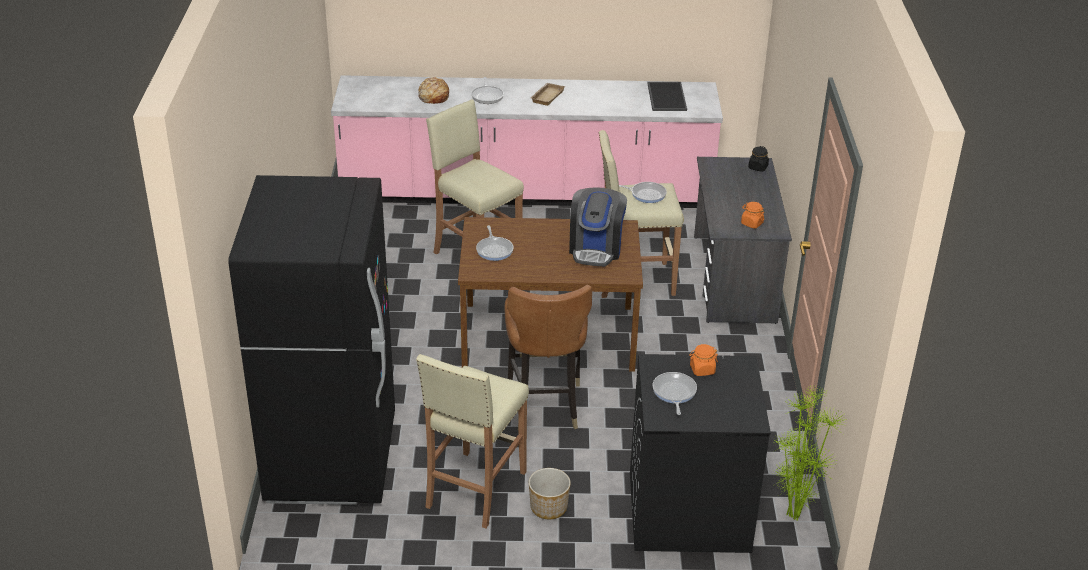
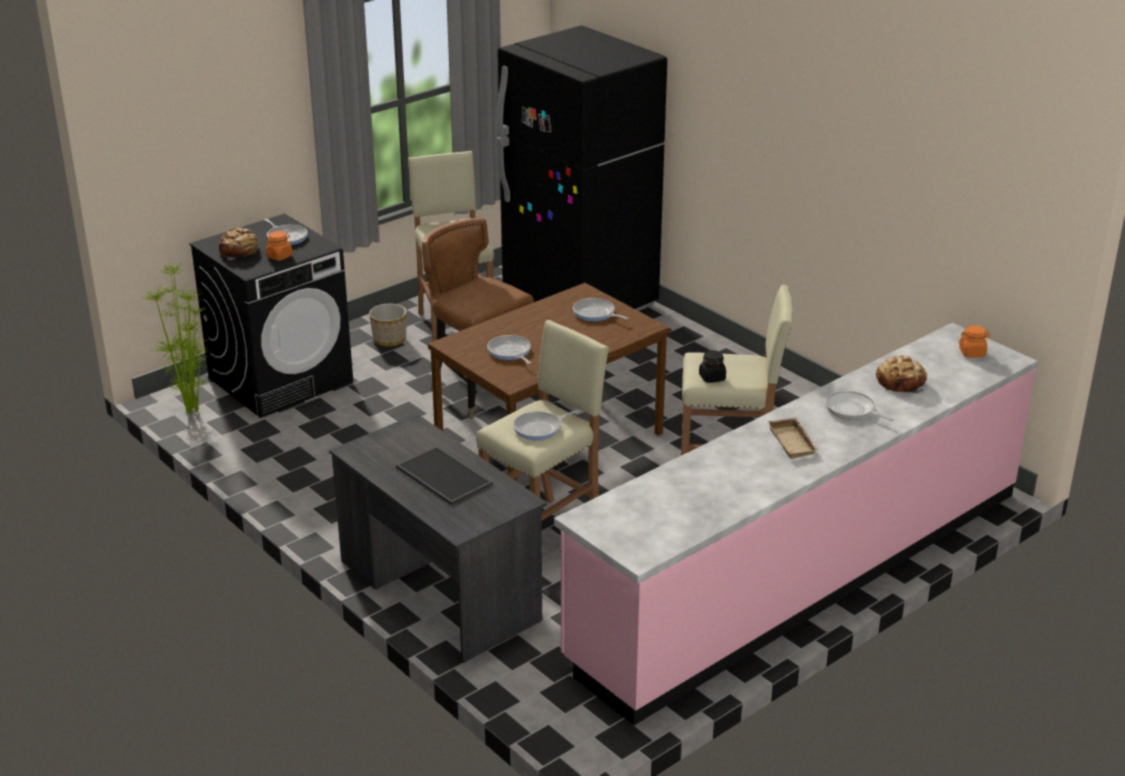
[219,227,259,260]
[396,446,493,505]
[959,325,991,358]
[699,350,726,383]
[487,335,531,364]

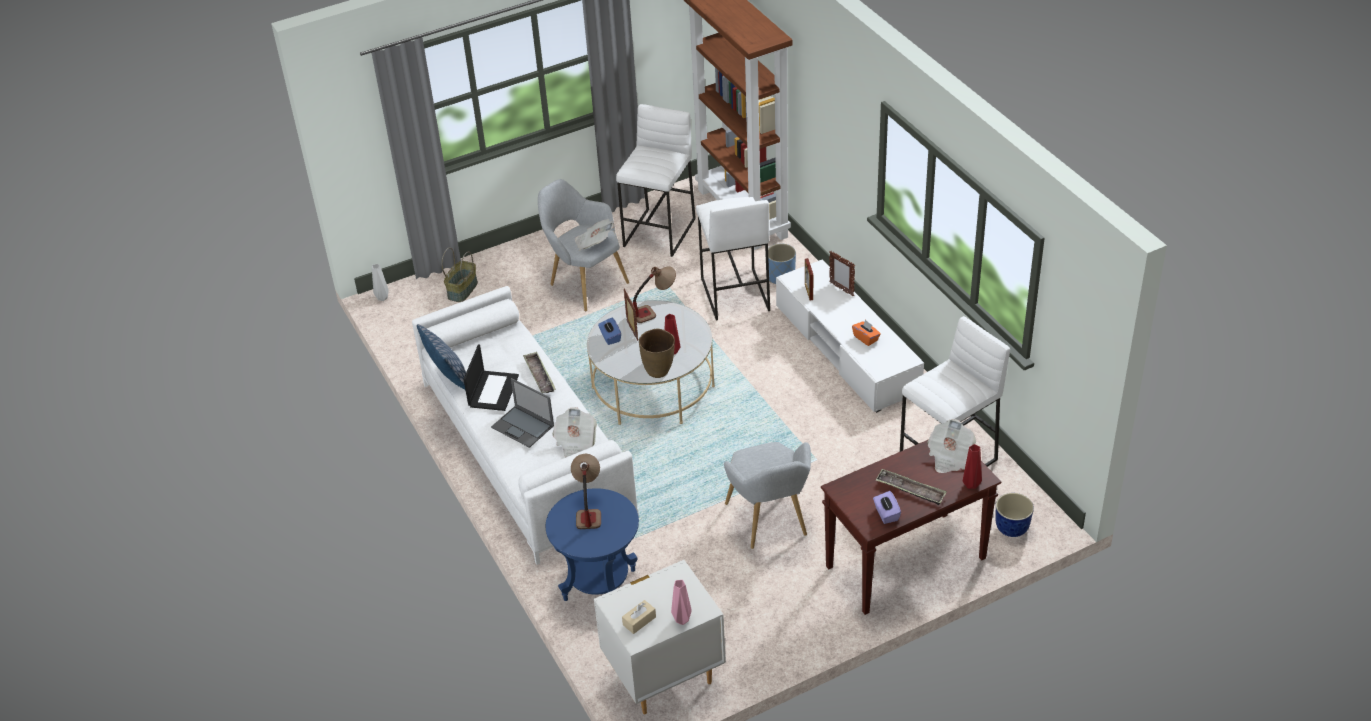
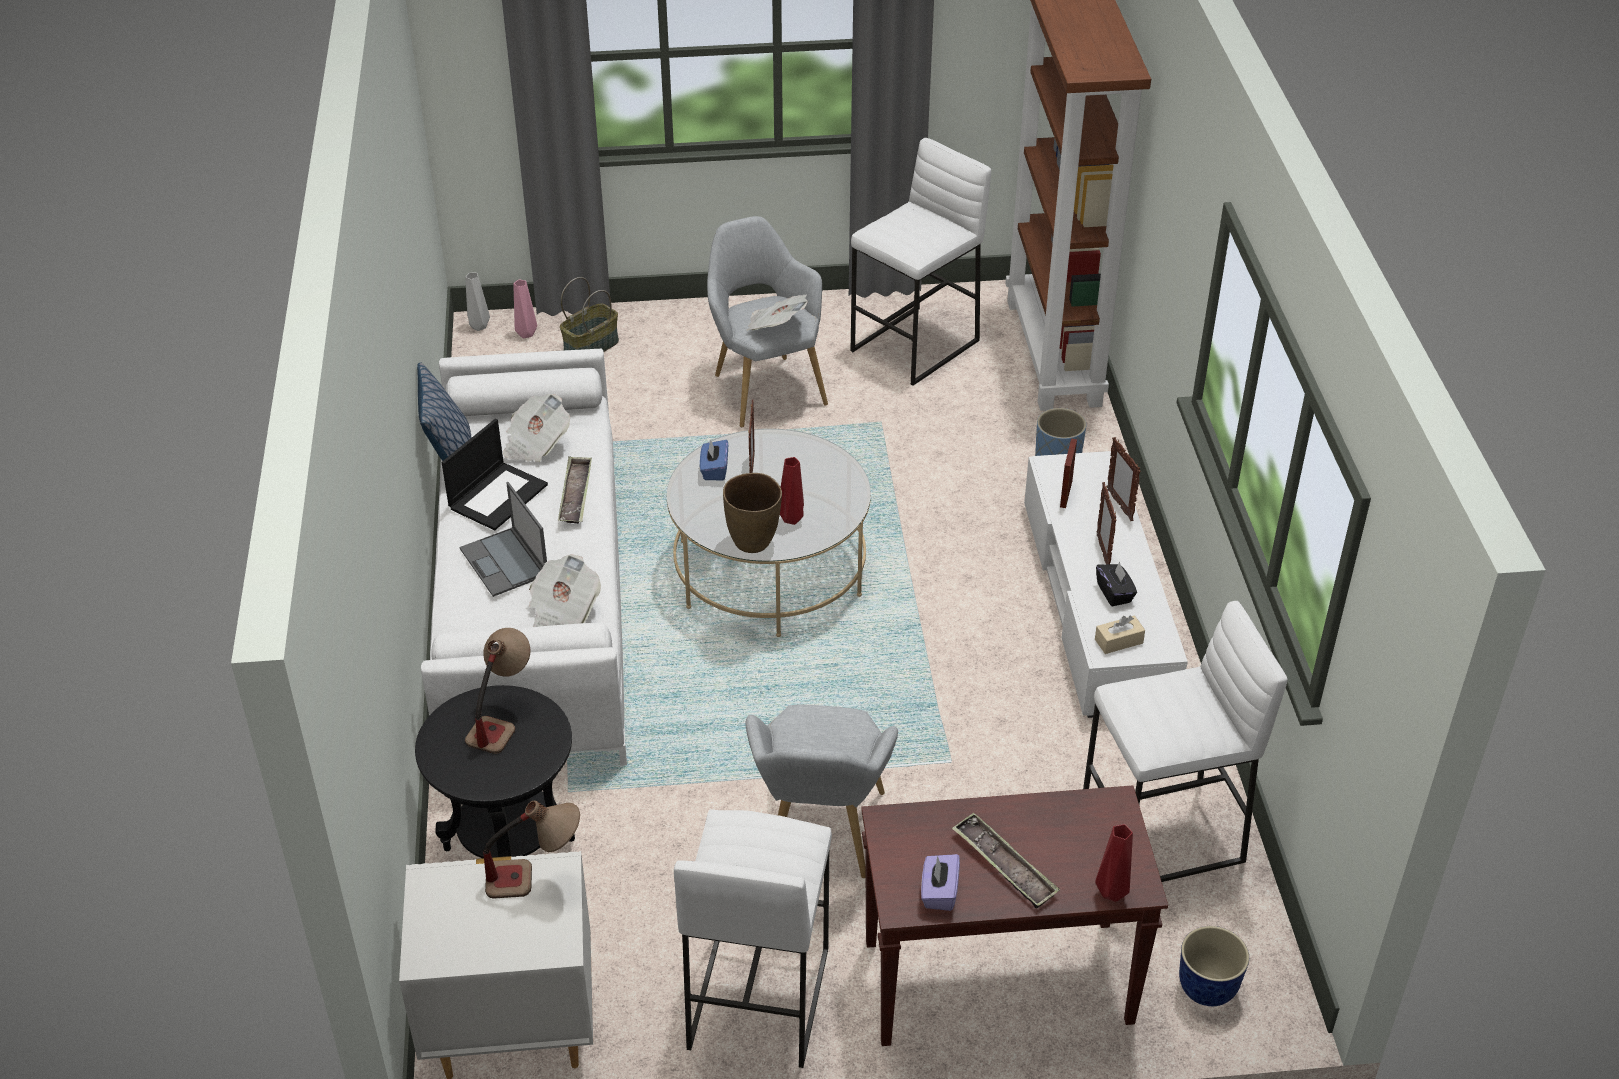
[1097,482,1117,564]
[1095,616,1145,654]
[483,800,580,899]
[513,280,537,338]
[674,809,832,1068]
[503,394,570,463]
[415,685,575,858]
[1096,562,1137,606]

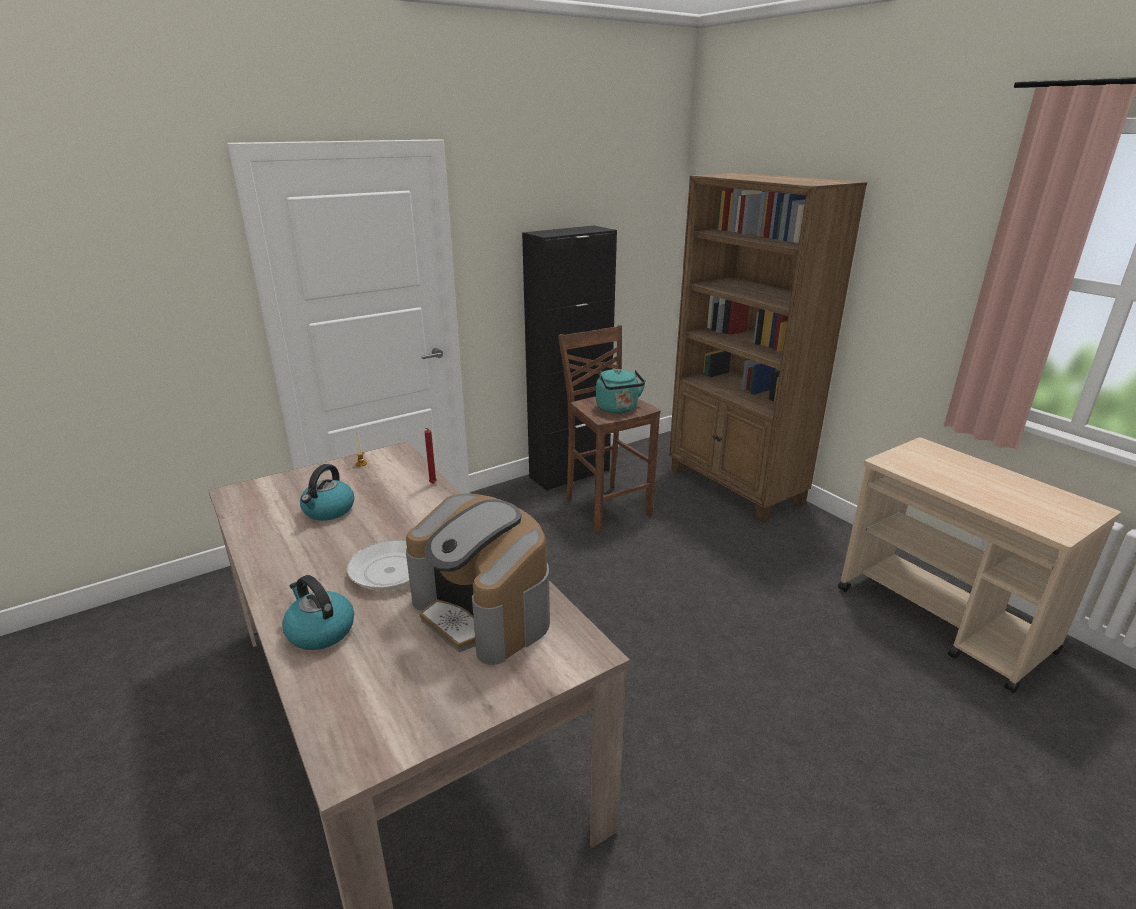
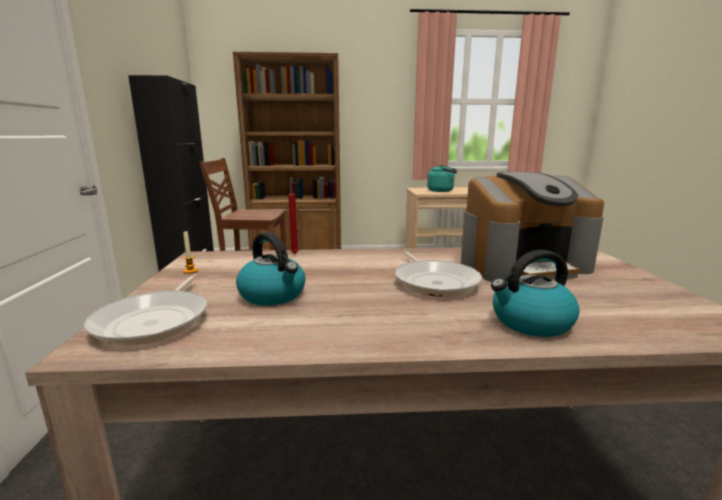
[84,274,207,346]
[427,165,457,192]

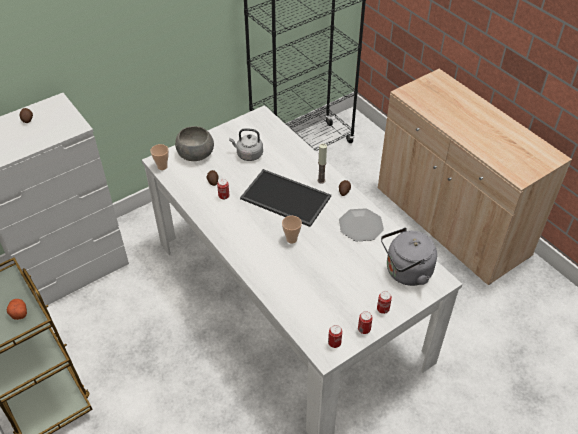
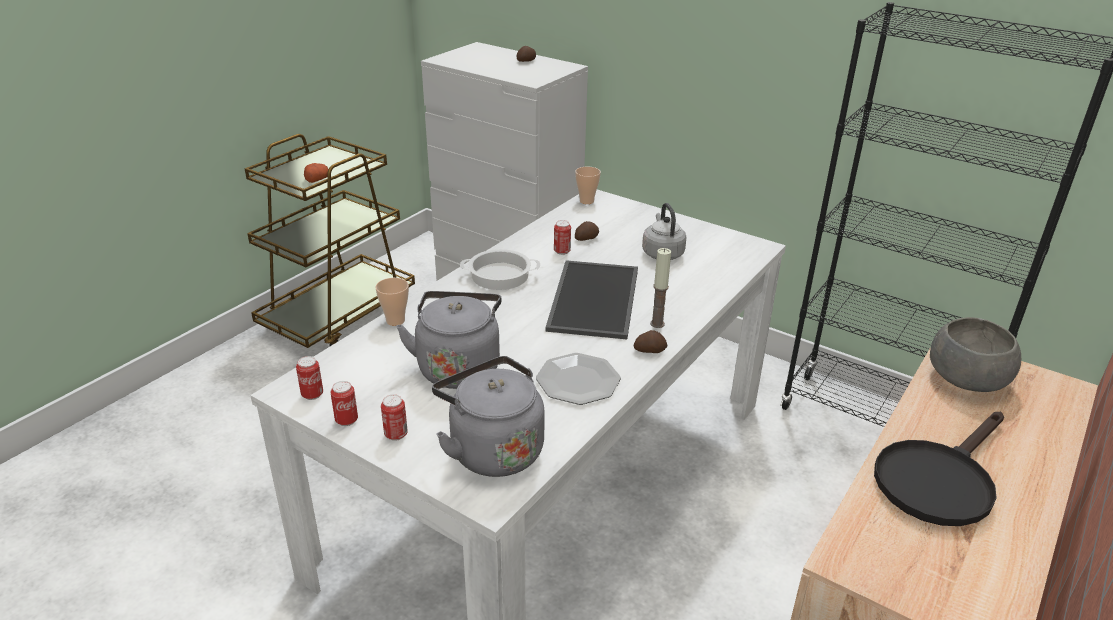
[396,291,502,389]
[460,249,541,290]
[874,412,1004,526]
[930,317,1021,392]
[375,278,409,326]

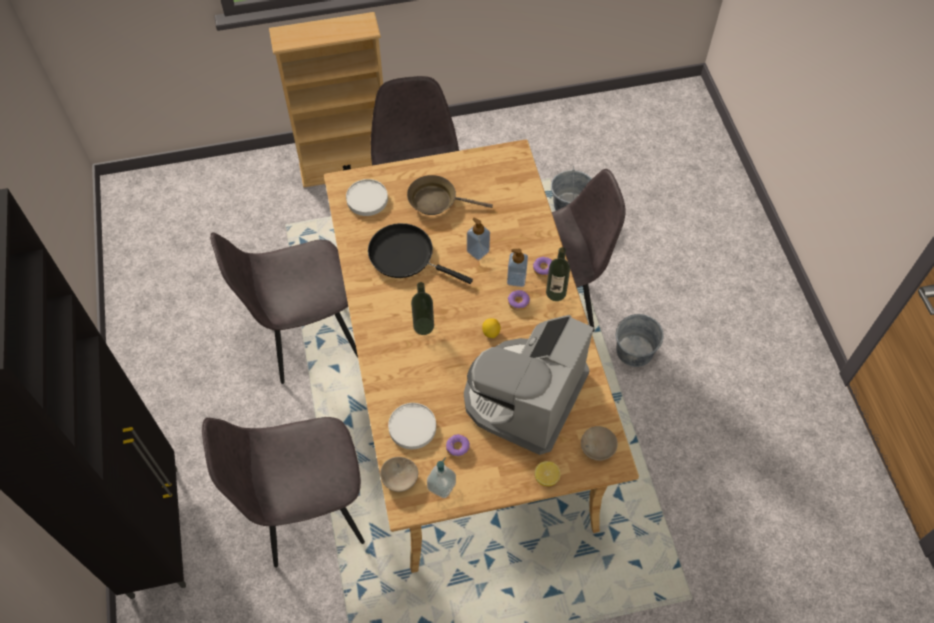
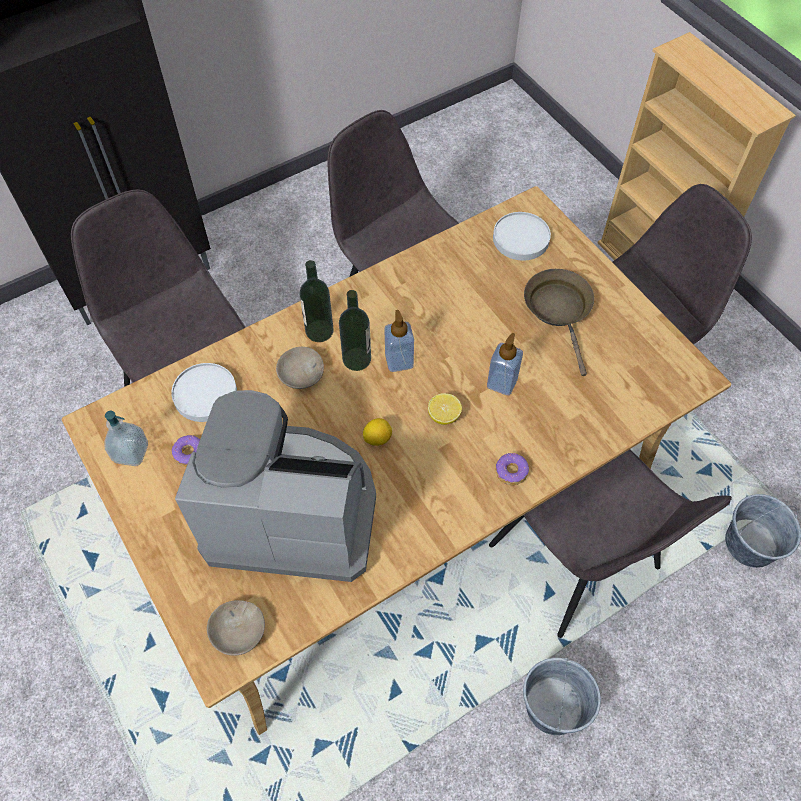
[368,223,473,284] (first image)
[508,290,530,311] (first image)
[276,347,324,389]
[384,310,414,372]
[428,393,462,425]
[299,260,334,342]

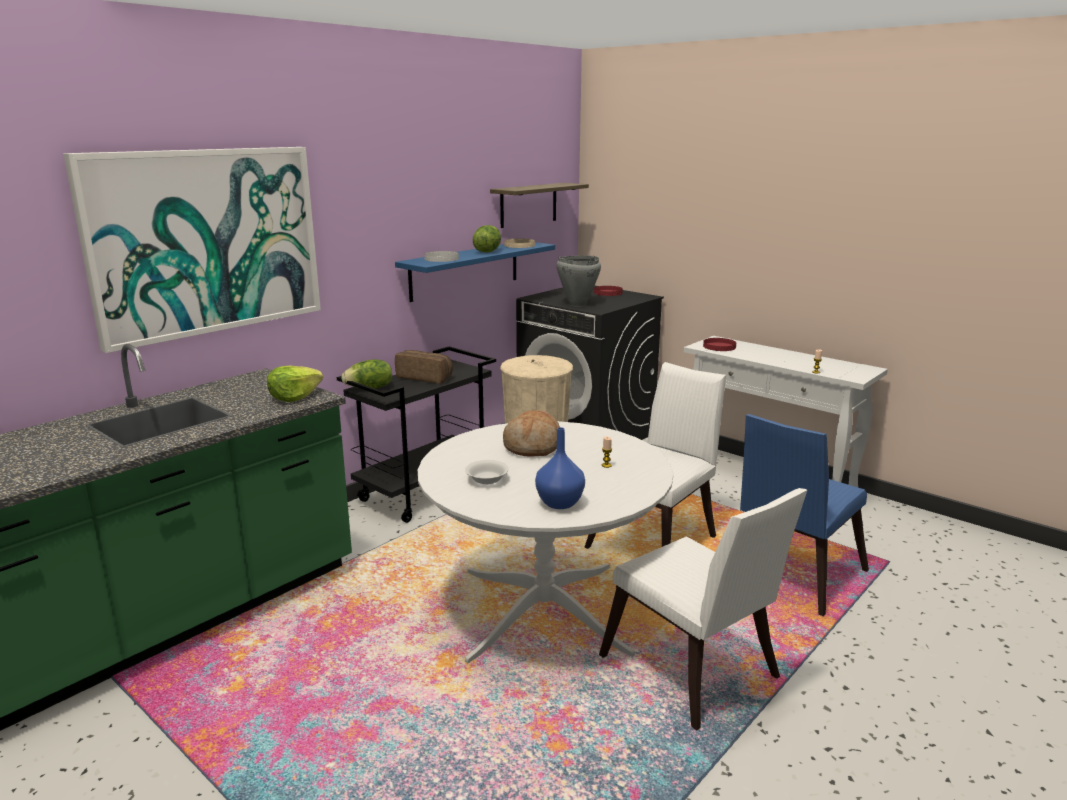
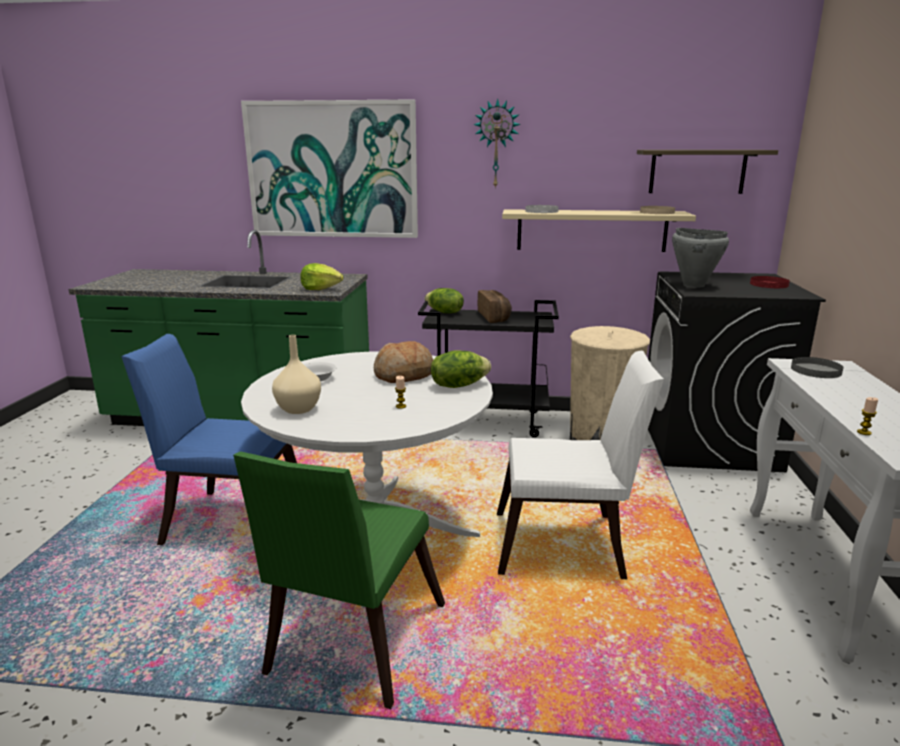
[473,99,521,189]
[431,350,491,388]
[121,334,297,545]
[502,209,696,252]
[272,335,321,414]
[233,452,445,709]
[791,357,843,378]

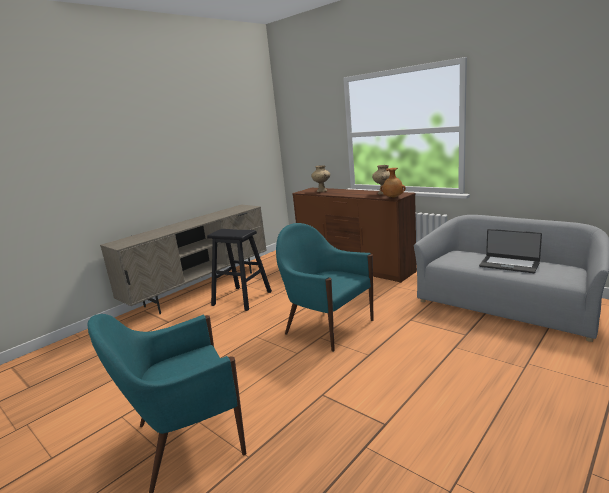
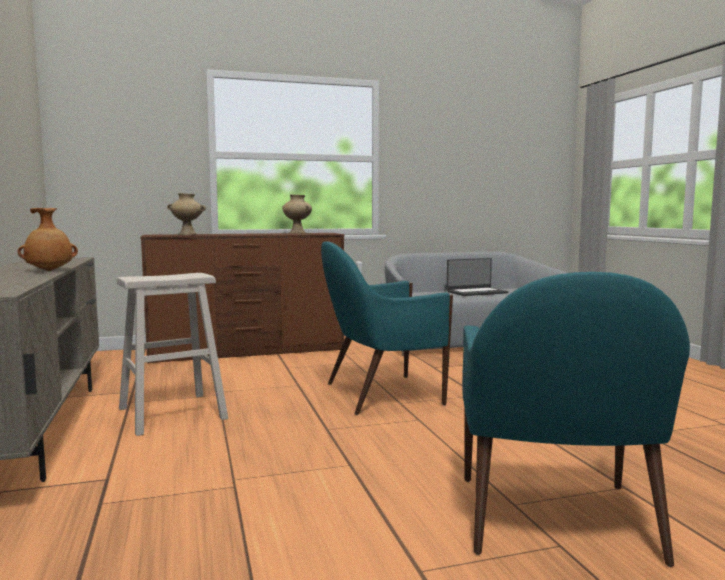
[18,208,78,271]
[117,273,228,436]

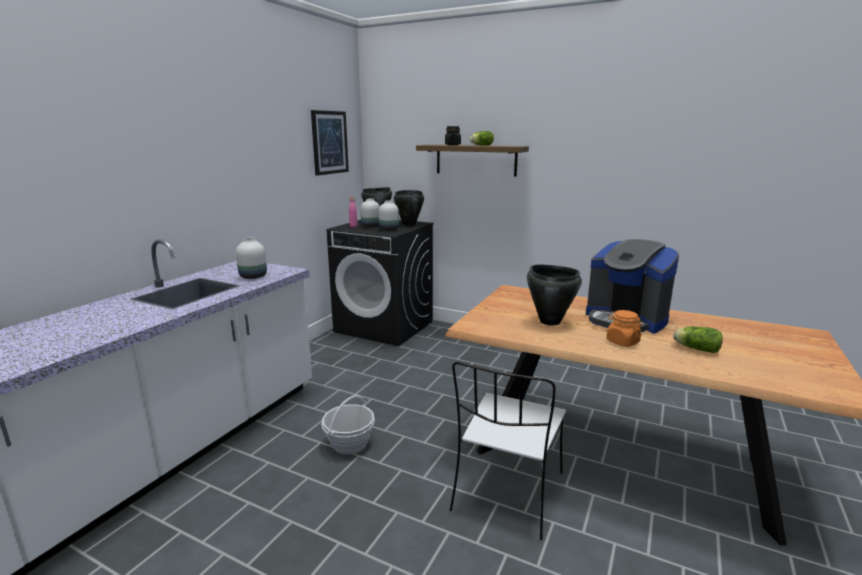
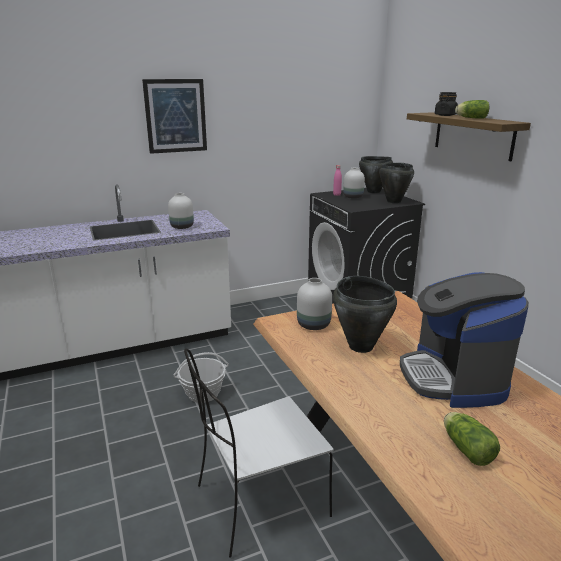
[606,310,642,347] (first image)
[142,79,207,154]
[297,278,332,330]

